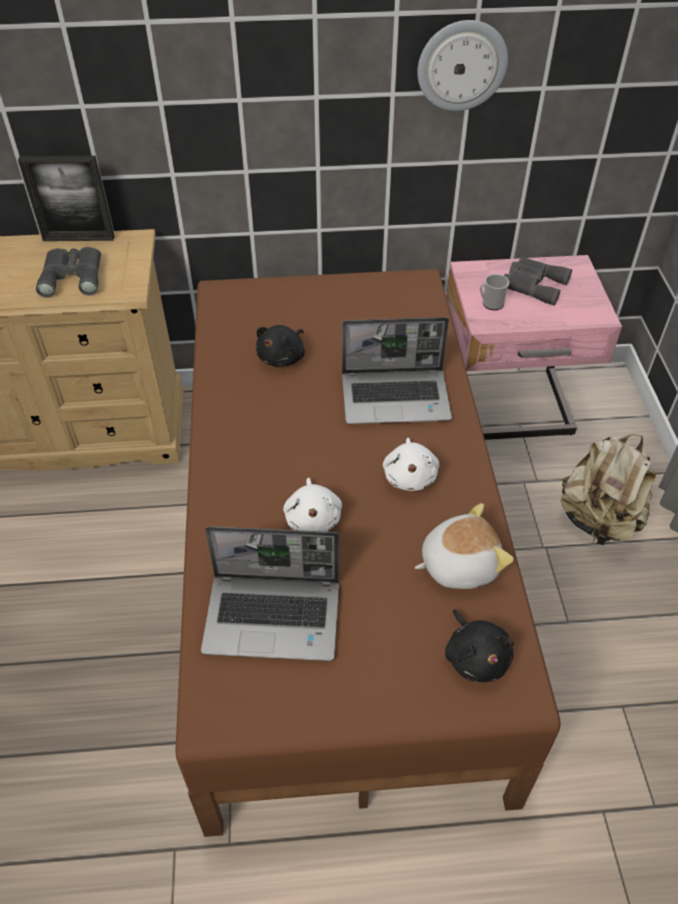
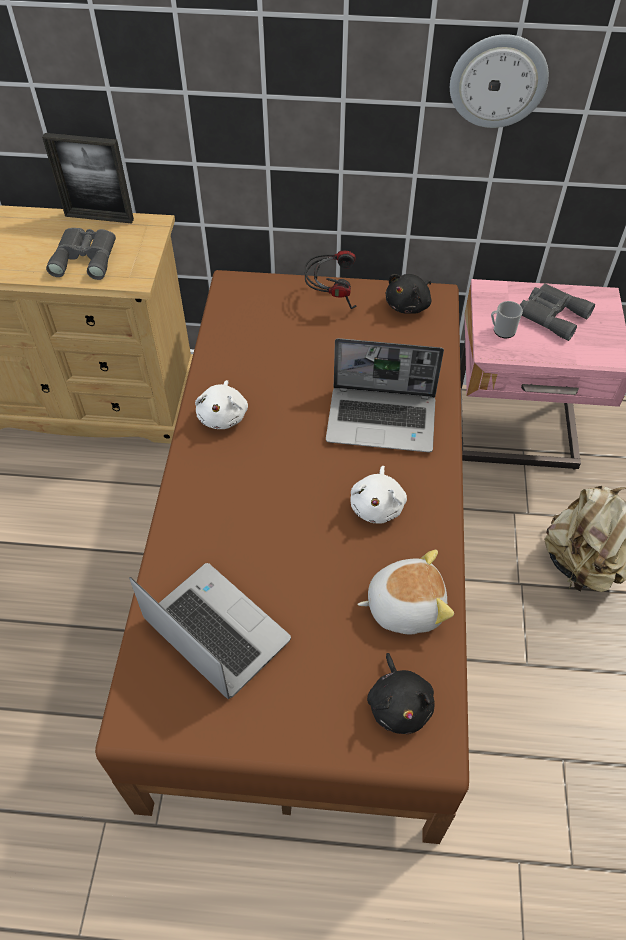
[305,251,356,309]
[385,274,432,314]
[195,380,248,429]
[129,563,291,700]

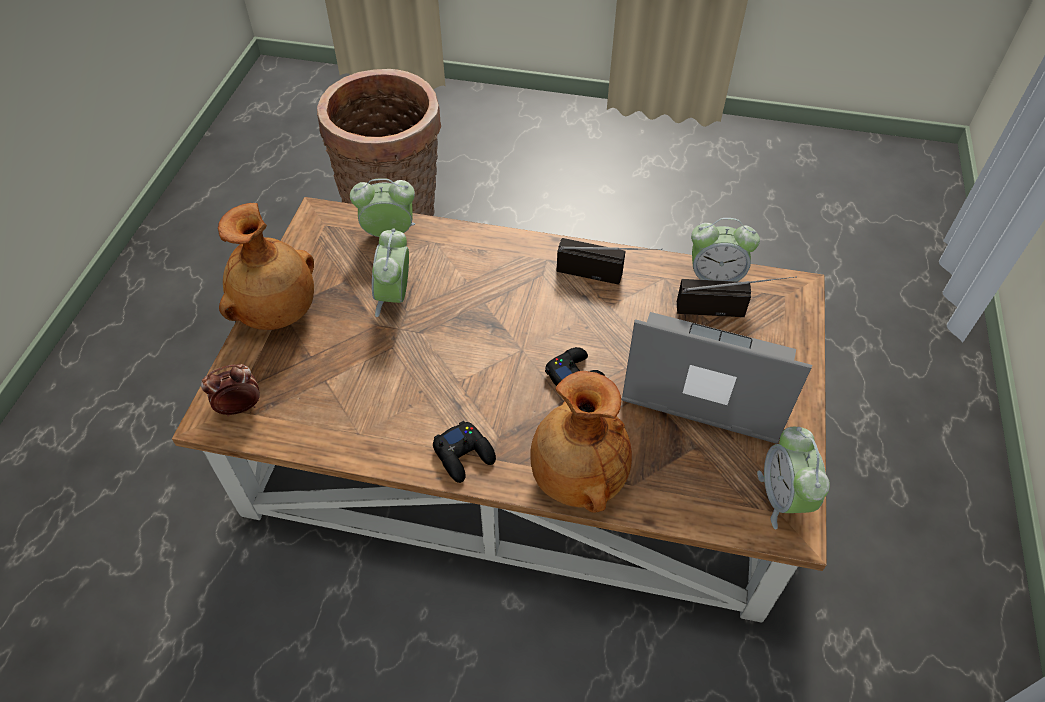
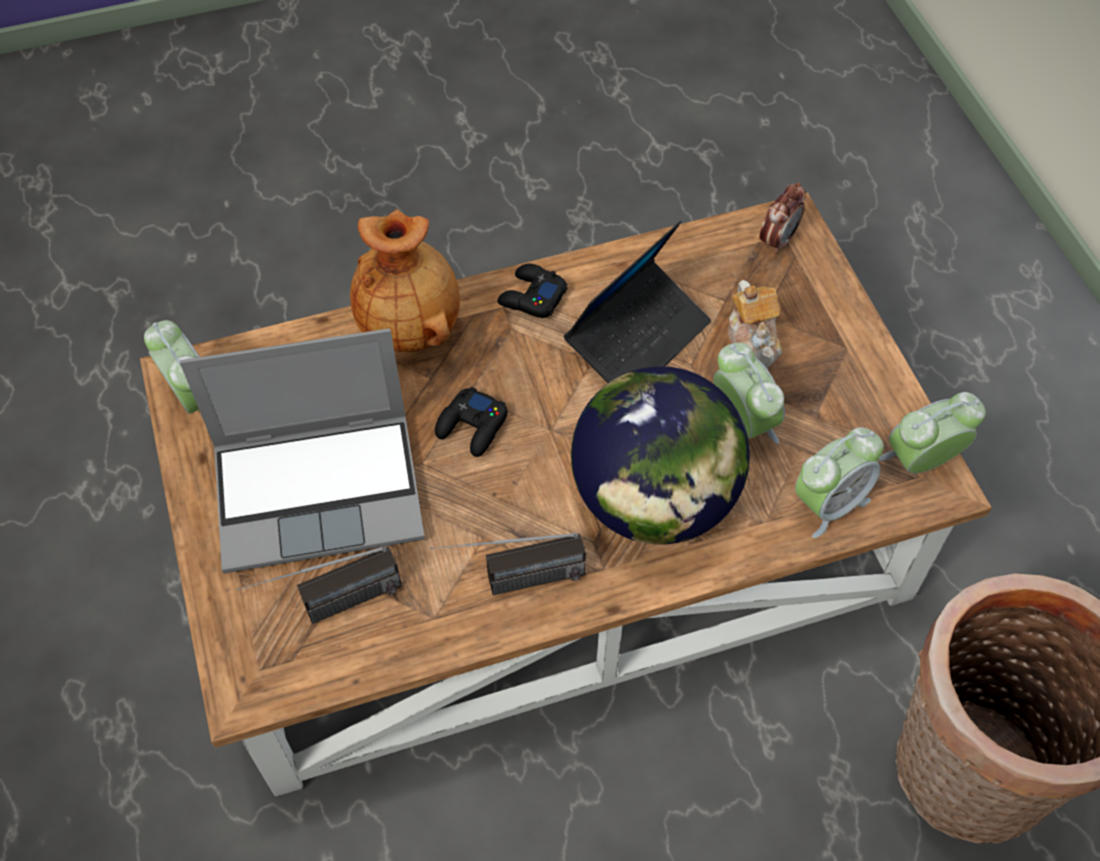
[218,203,314,330] (first image)
[564,221,711,383]
[571,366,750,545]
[728,280,782,371]
[878,392,986,474]

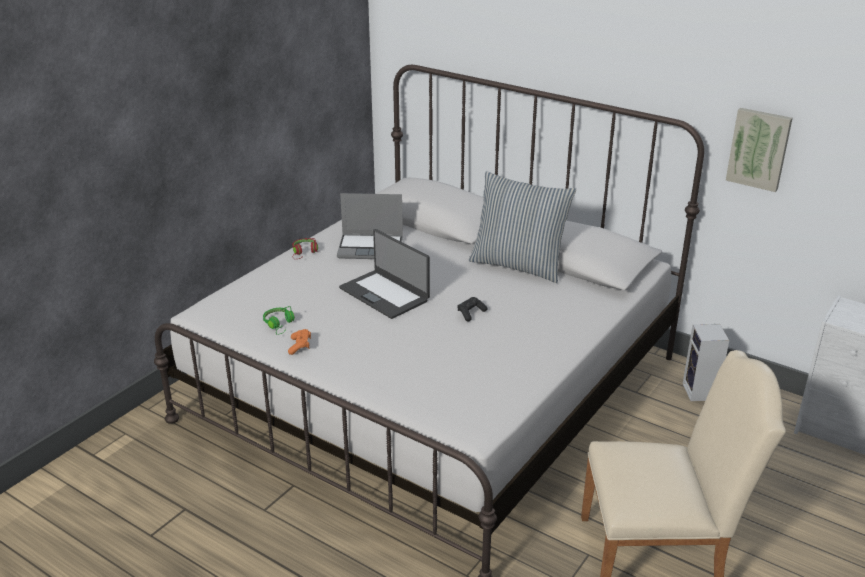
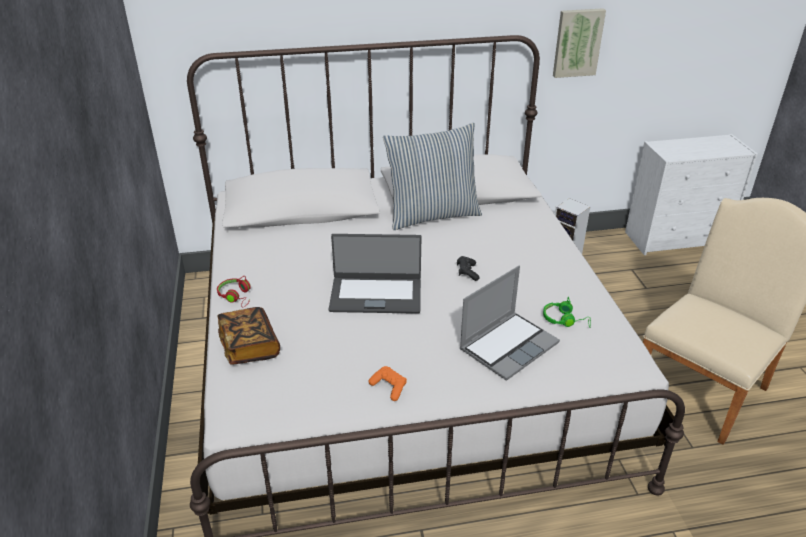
[218,307,280,365]
[543,297,591,328]
[460,266,560,381]

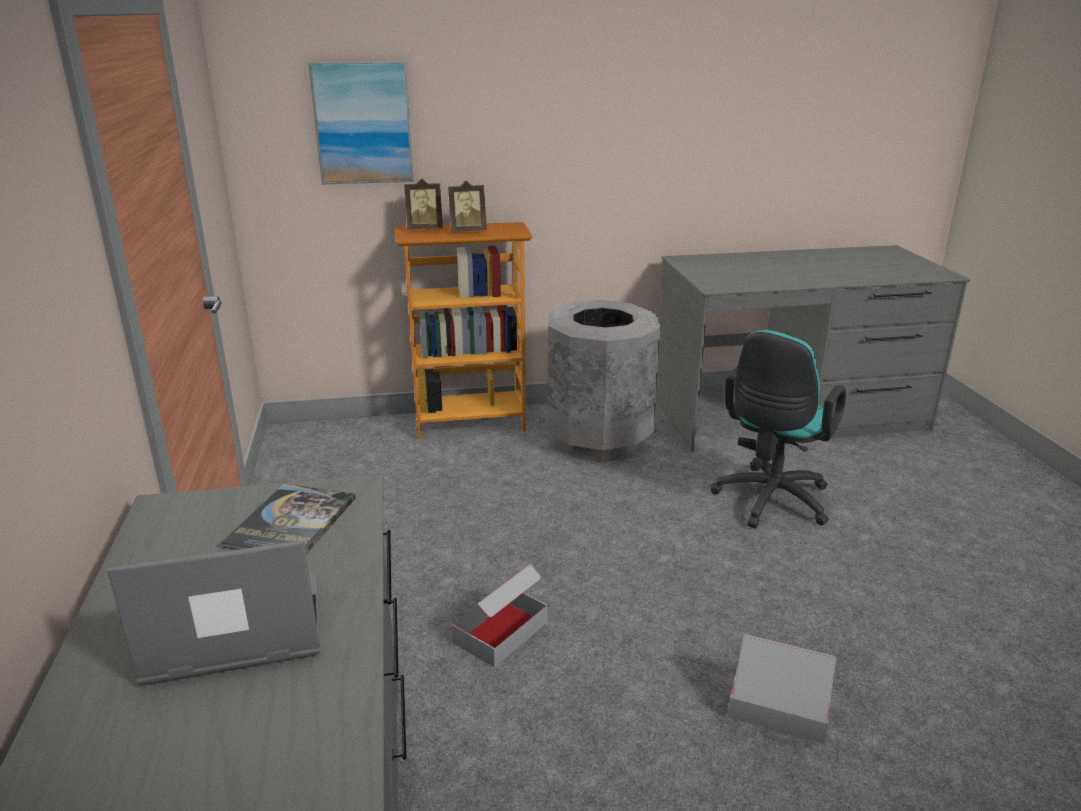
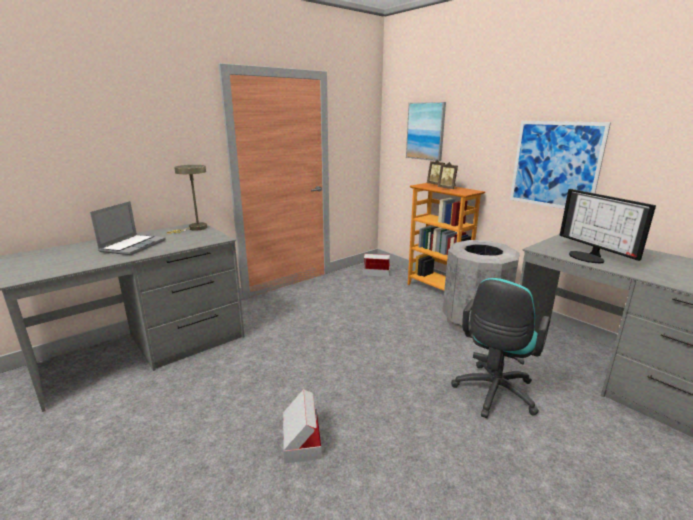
[221,484,356,554] (first image)
[166,165,207,234]
[510,121,611,209]
[560,189,656,263]
[363,254,390,277]
[90,201,166,255]
[451,278,550,418]

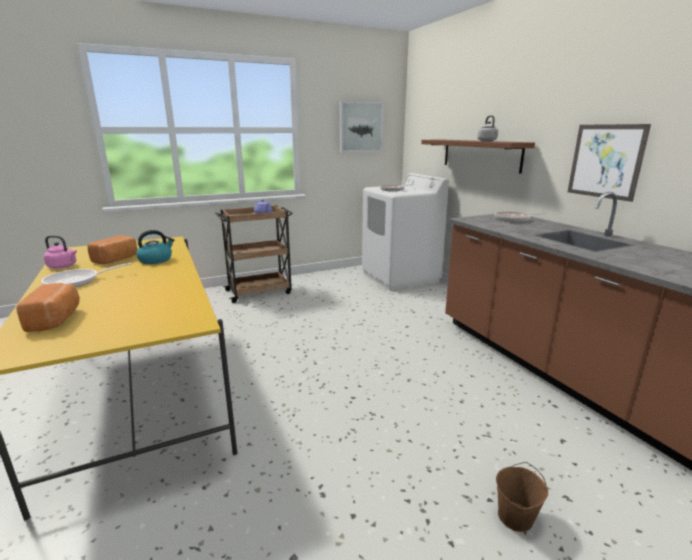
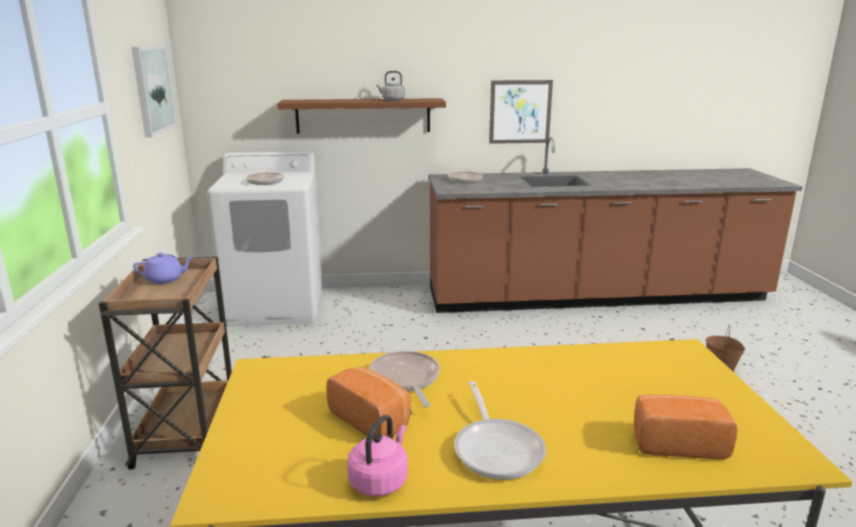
[369,351,440,407]

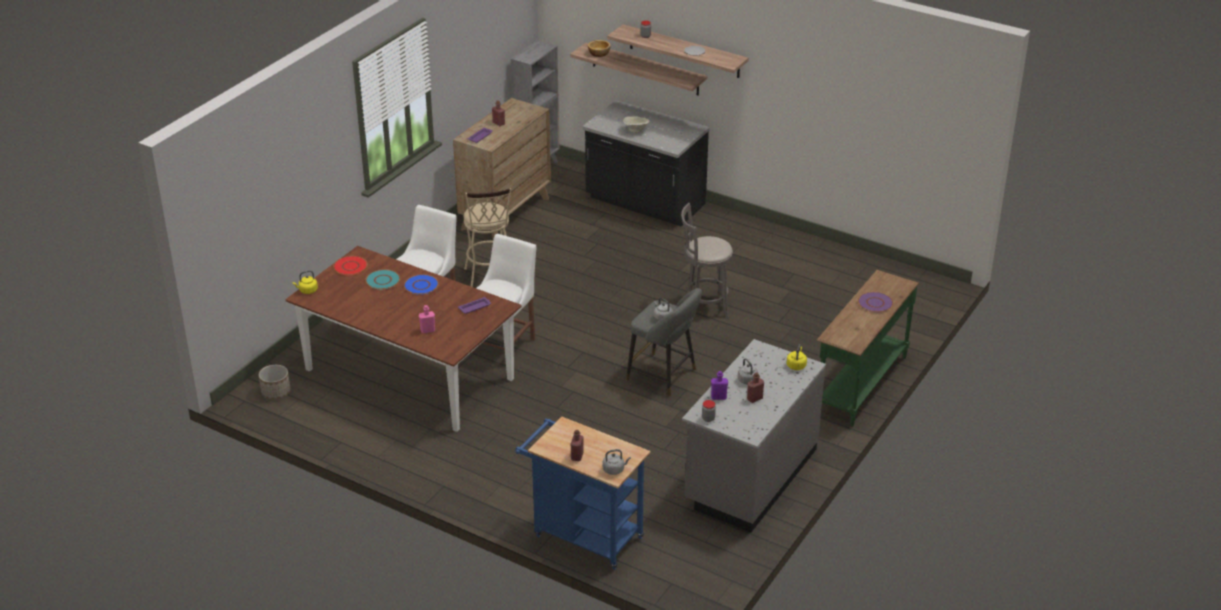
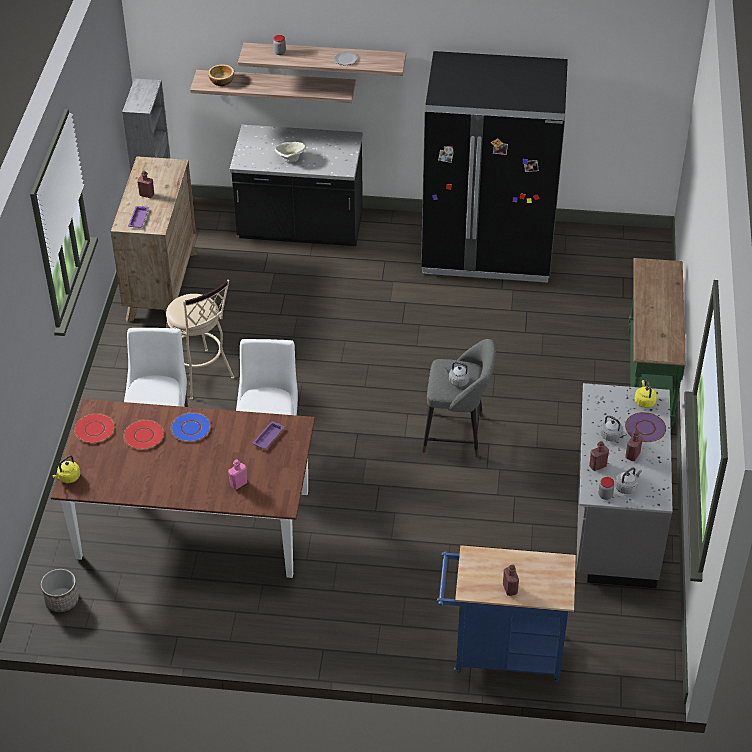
[681,203,733,320] (first image)
[421,51,568,283]
[615,467,642,494]
[625,412,666,442]
[123,420,164,450]
[589,441,609,471]

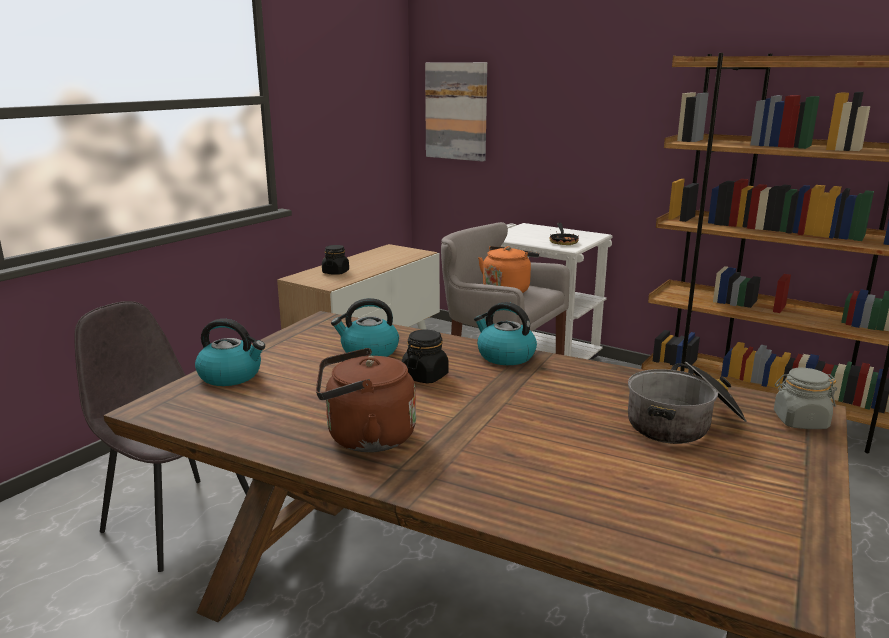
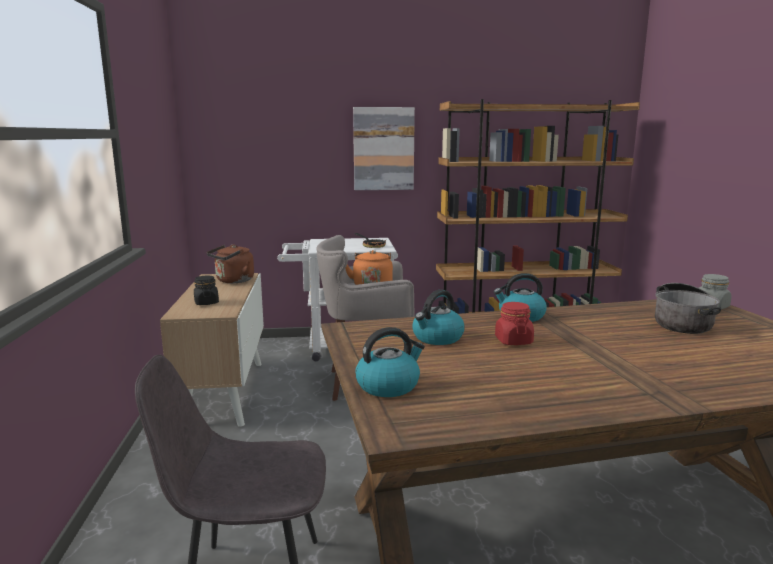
[207,244,254,283]
[353,107,415,190]
[495,302,534,345]

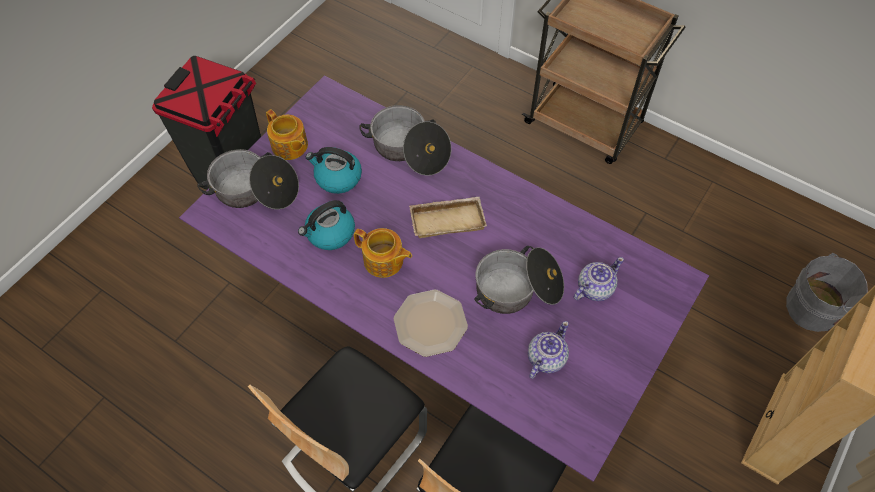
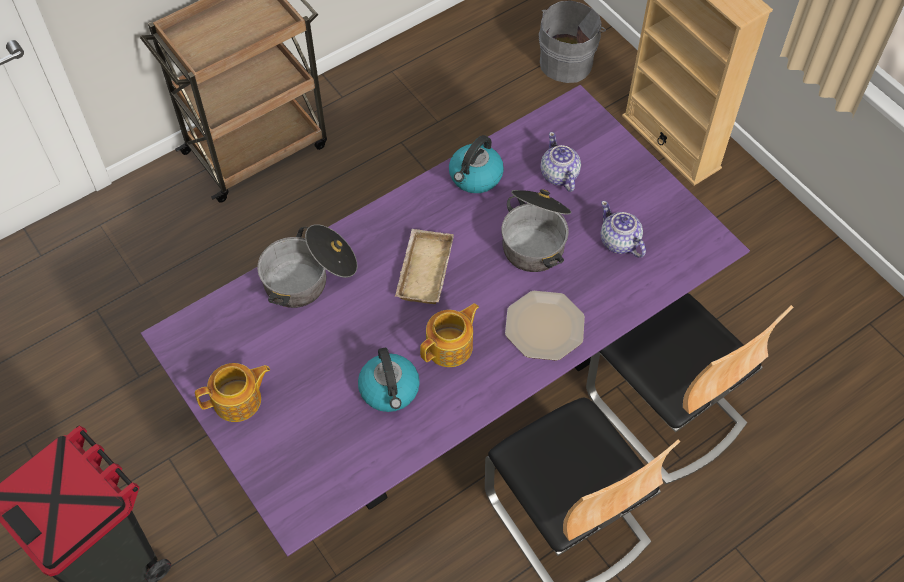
[197,149,299,209] (first image)
[449,135,504,193]

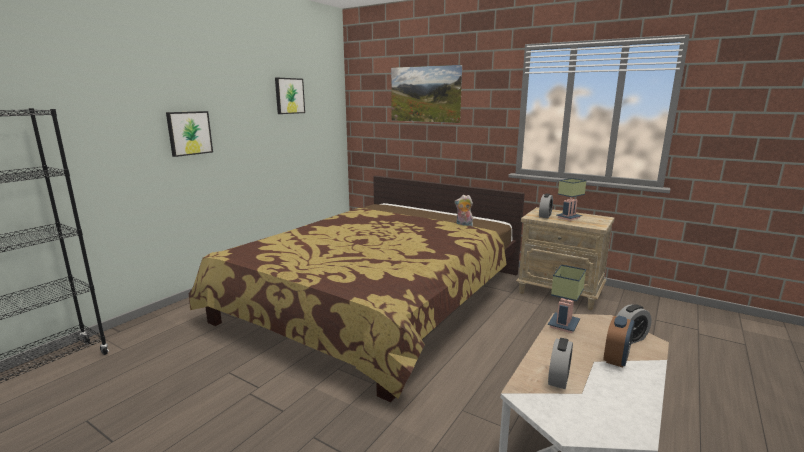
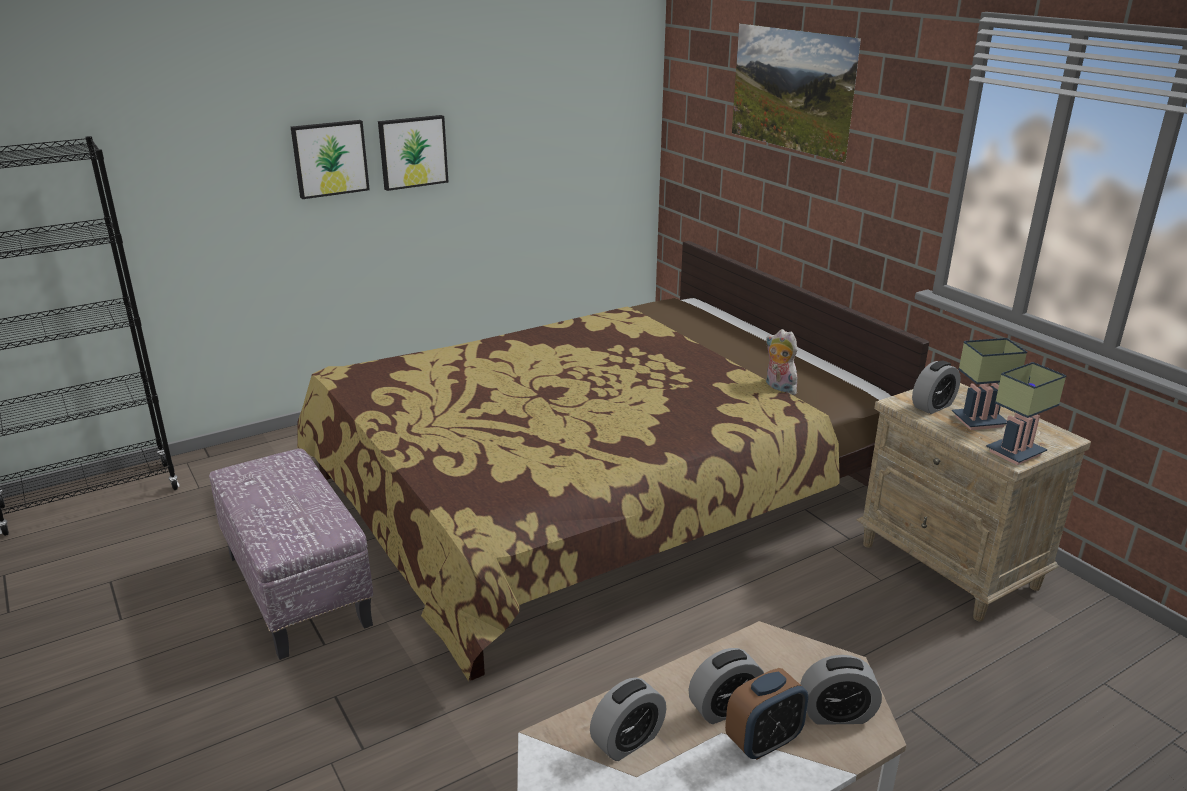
[209,449,373,660]
[688,648,764,724]
[378,115,448,191]
[986,362,1067,465]

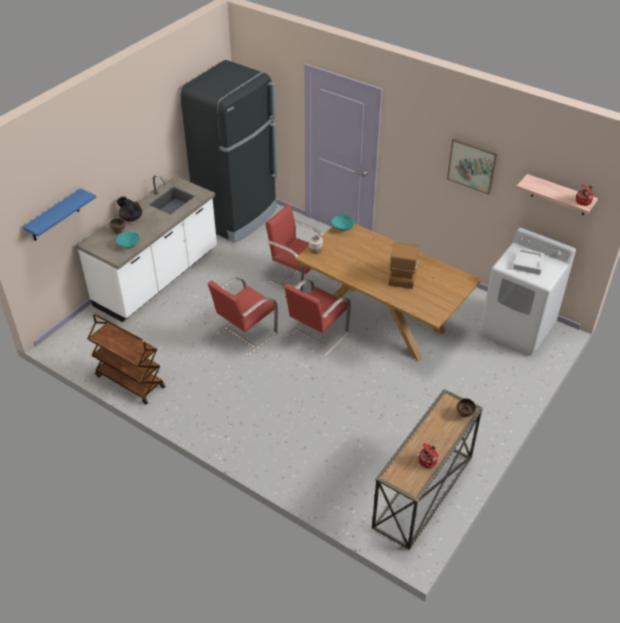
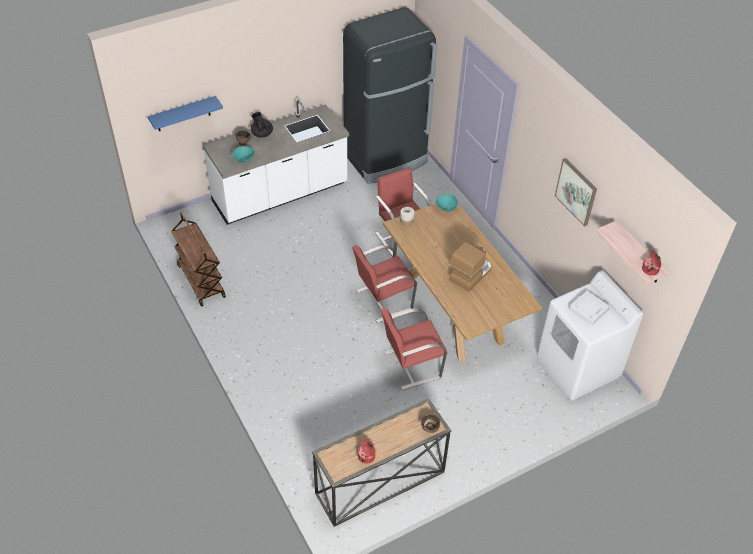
[381,308,447,390]

